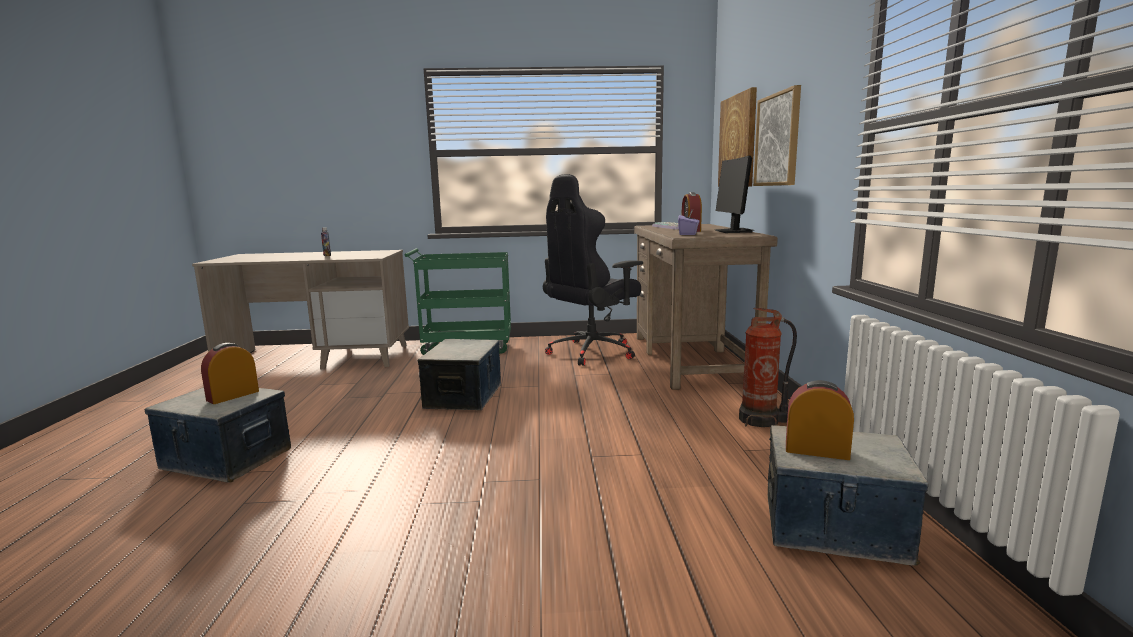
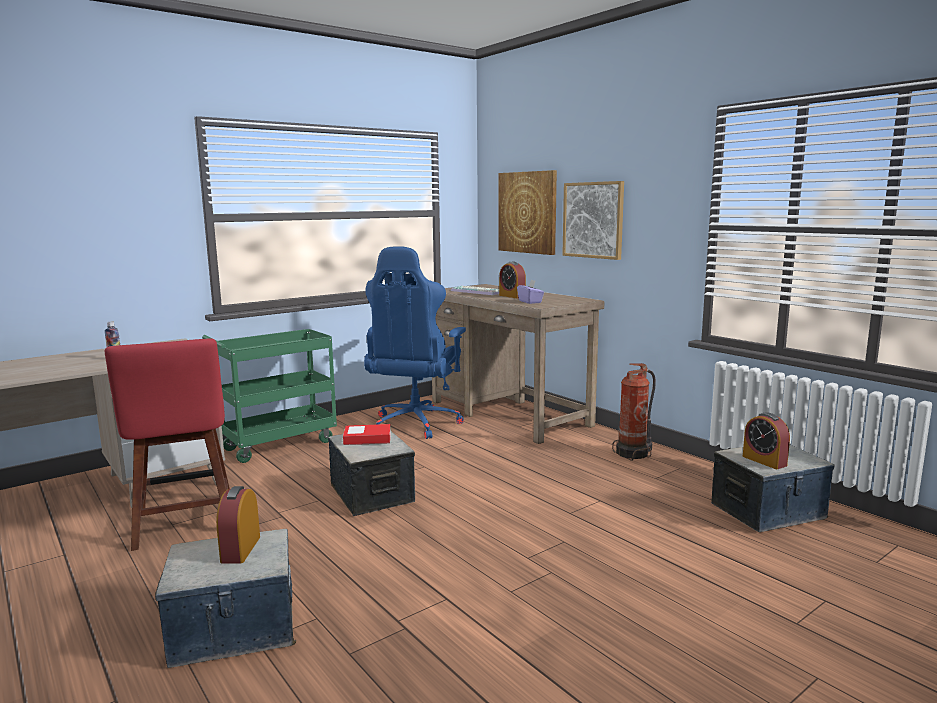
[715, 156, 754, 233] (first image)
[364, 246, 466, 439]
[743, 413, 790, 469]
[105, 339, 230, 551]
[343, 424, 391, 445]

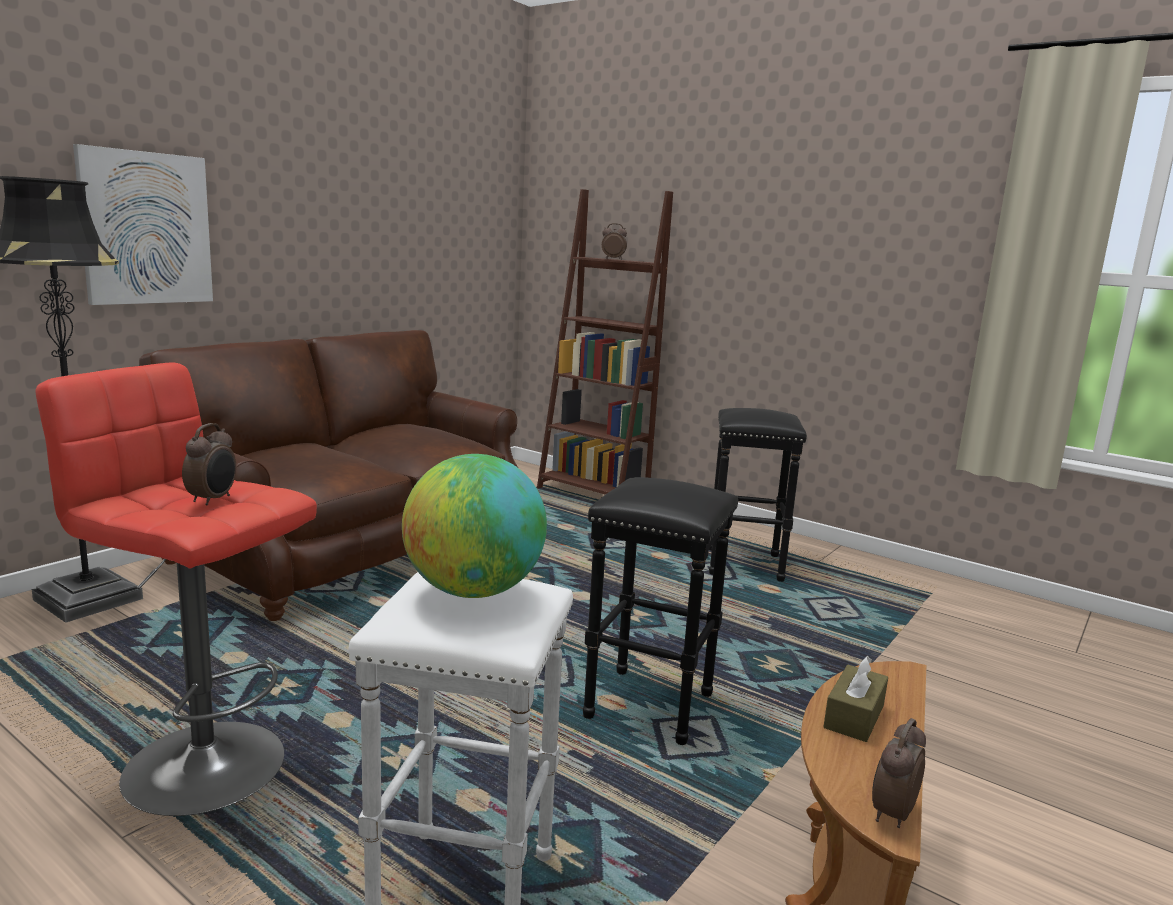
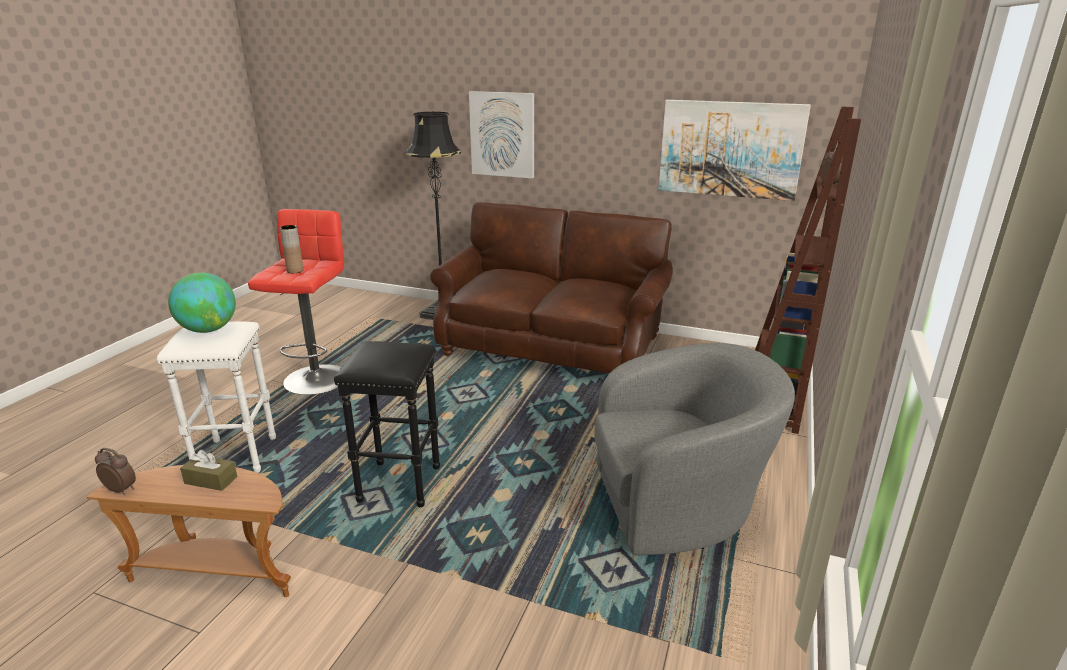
[595, 343, 795, 555]
[280, 225, 304, 273]
[658, 100, 811, 201]

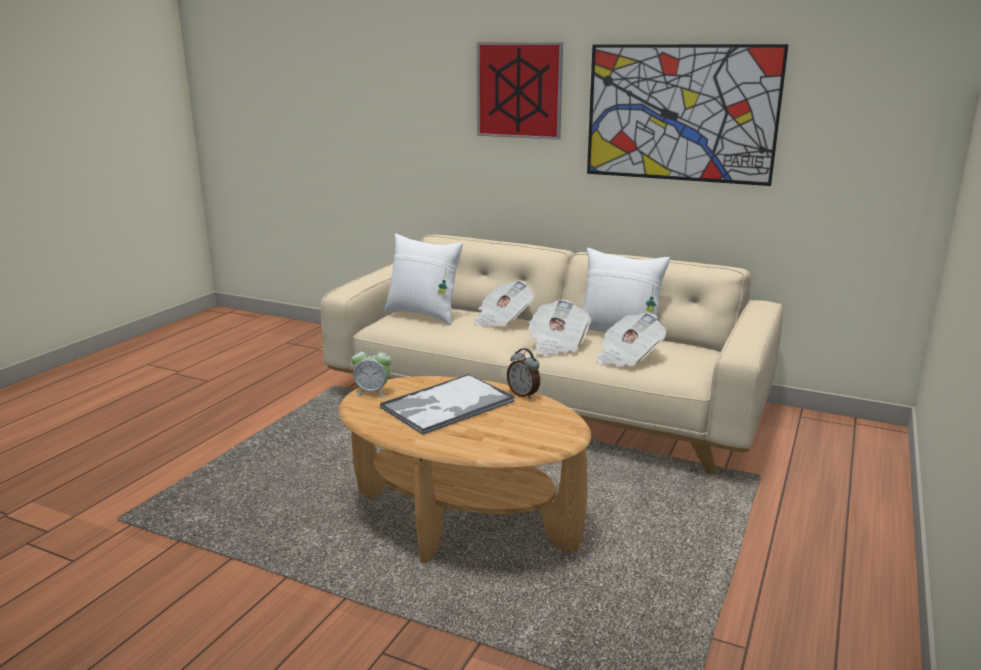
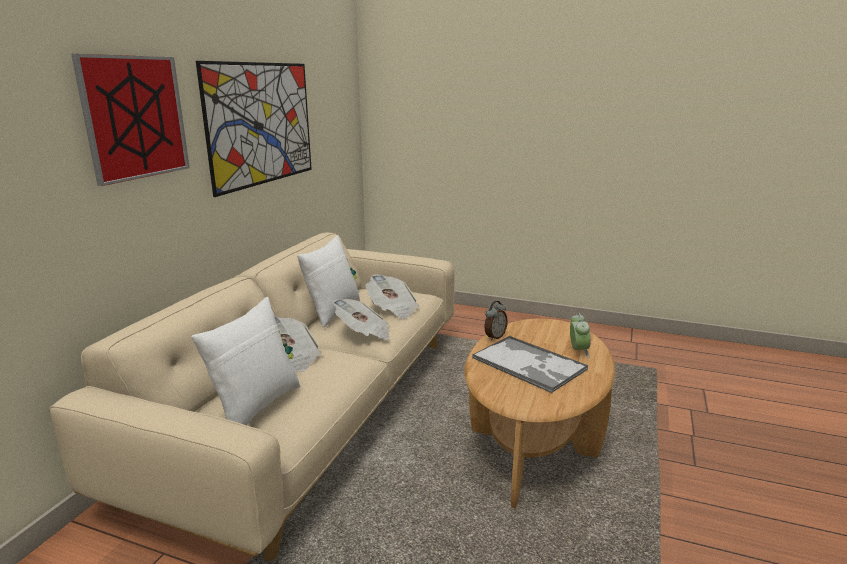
[570, 313, 591, 358]

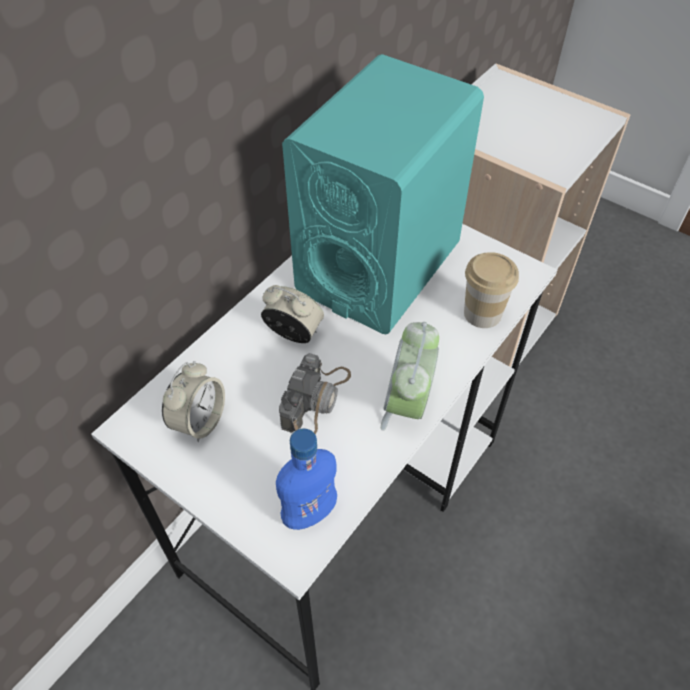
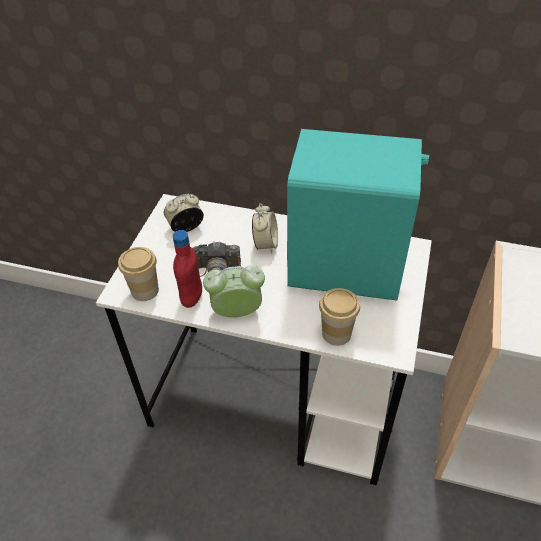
[164, 194, 204, 232]
[118, 247, 159, 301]
[173, 230, 202, 308]

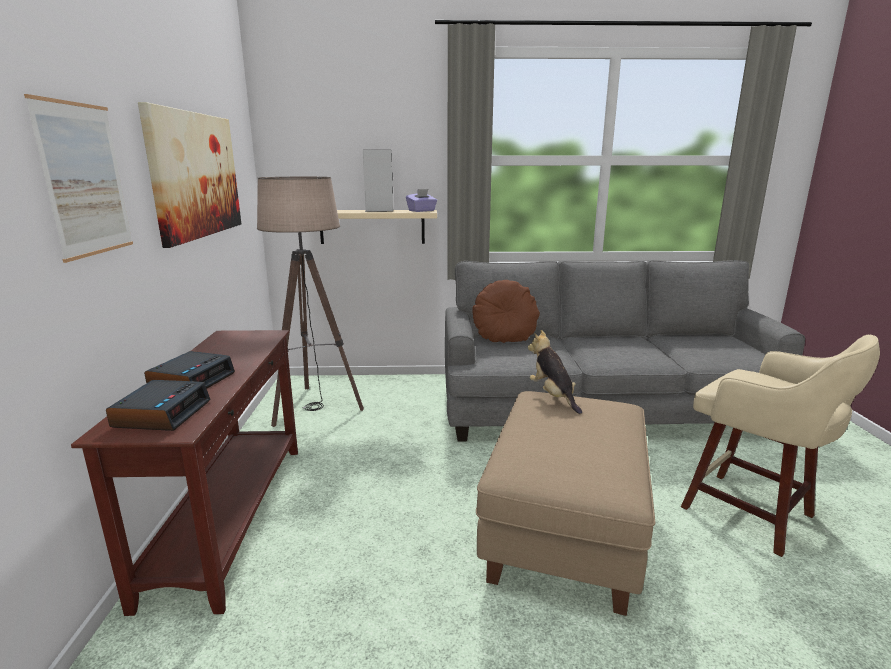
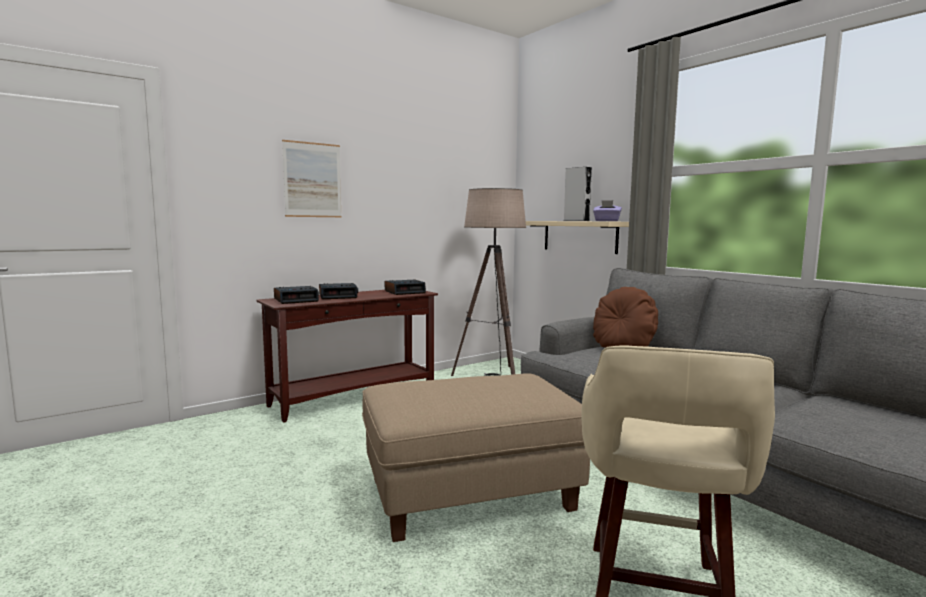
[138, 102, 241, 248] (first image)
[528, 330, 582, 414] (first image)
[385, 280, 426, 295]

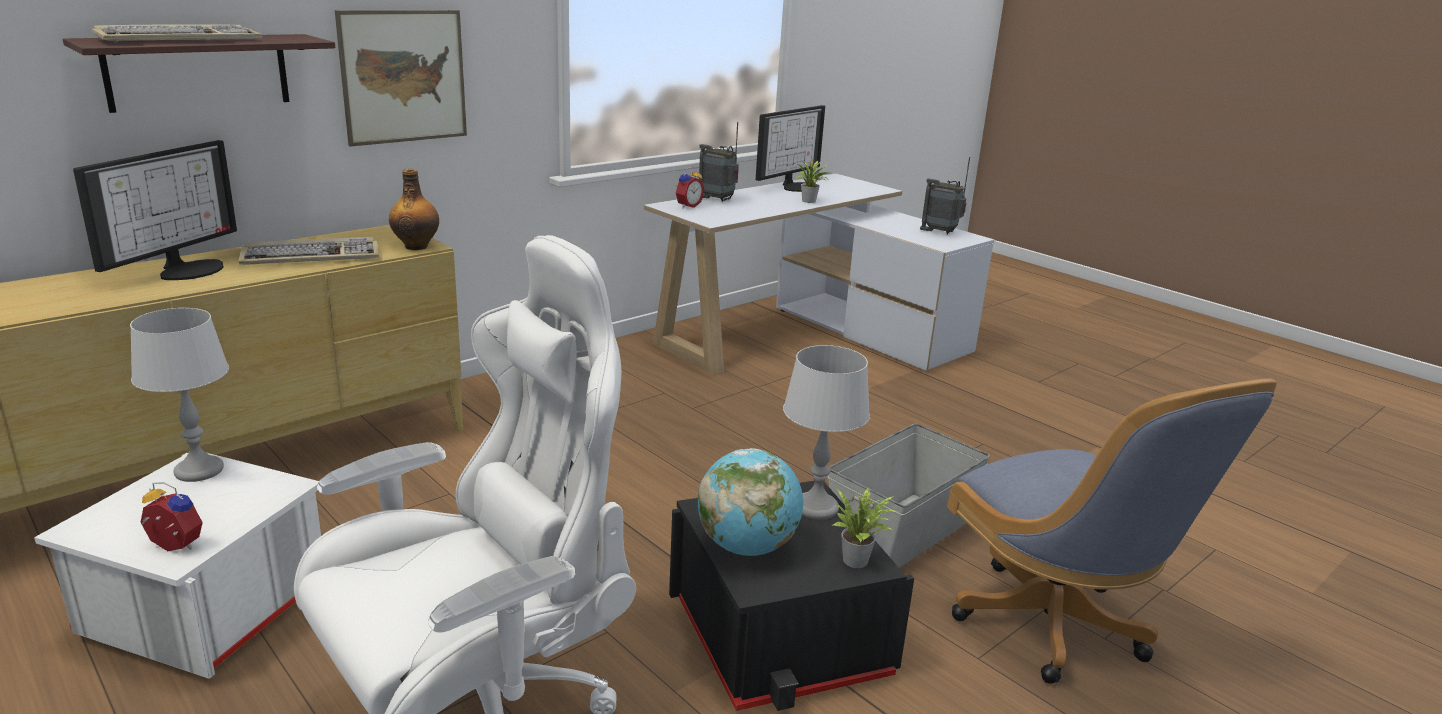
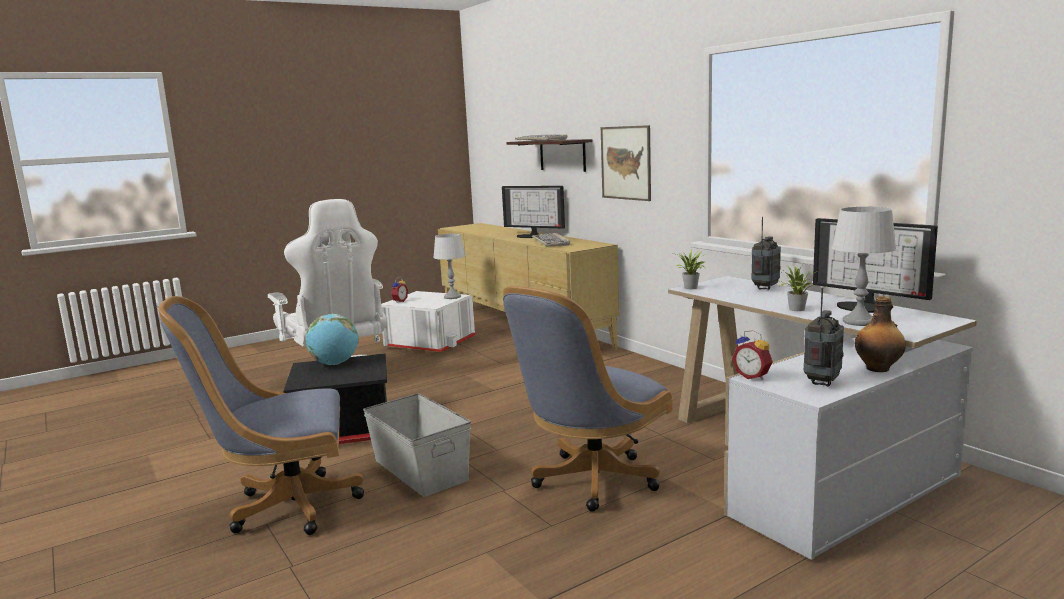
[732, 330, 773, 380]
[855, 296, 906, 372]
[832, 207, 896, 326]
[676, 250, 706, 289]
[503, 286, 673, 512]

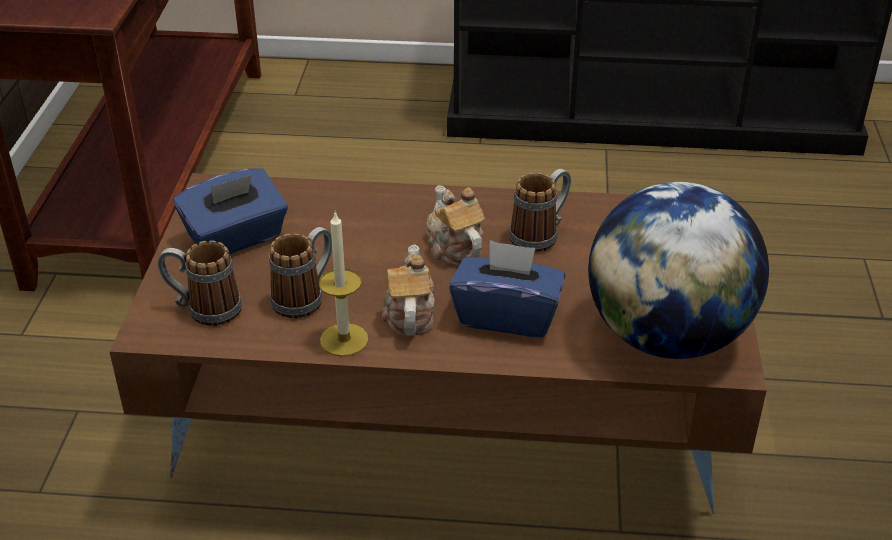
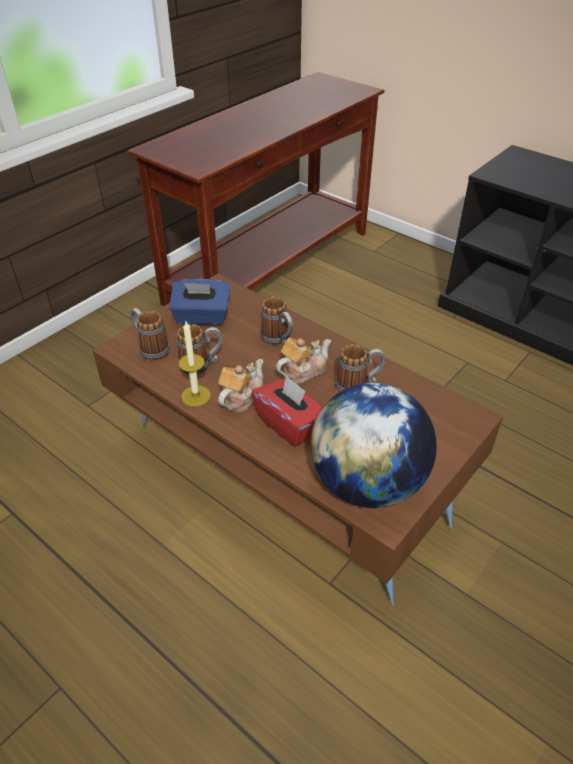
[276, 337, 331, 384]
[251, 375, 323, 447]
[260, 296, 293, 345]

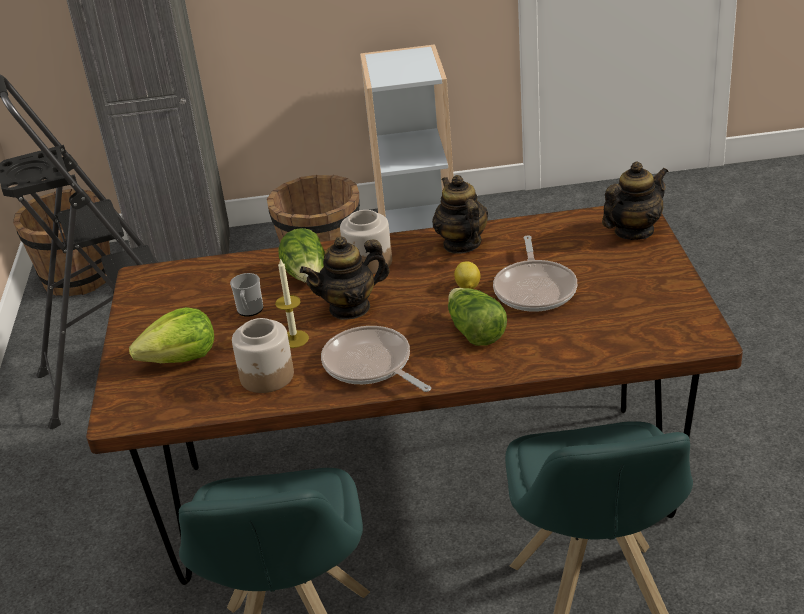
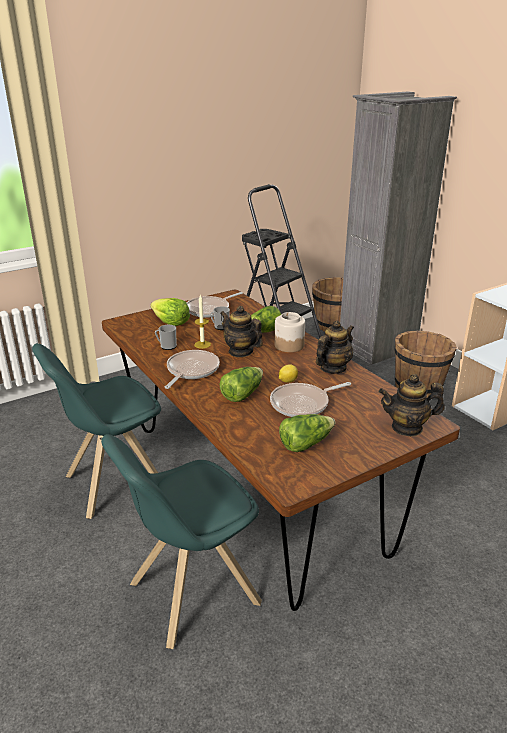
[378, 374, 445, 436]
[155, 325, 177, 350]
[187, 292, 243, 318]
[279, 414, 335, 452]

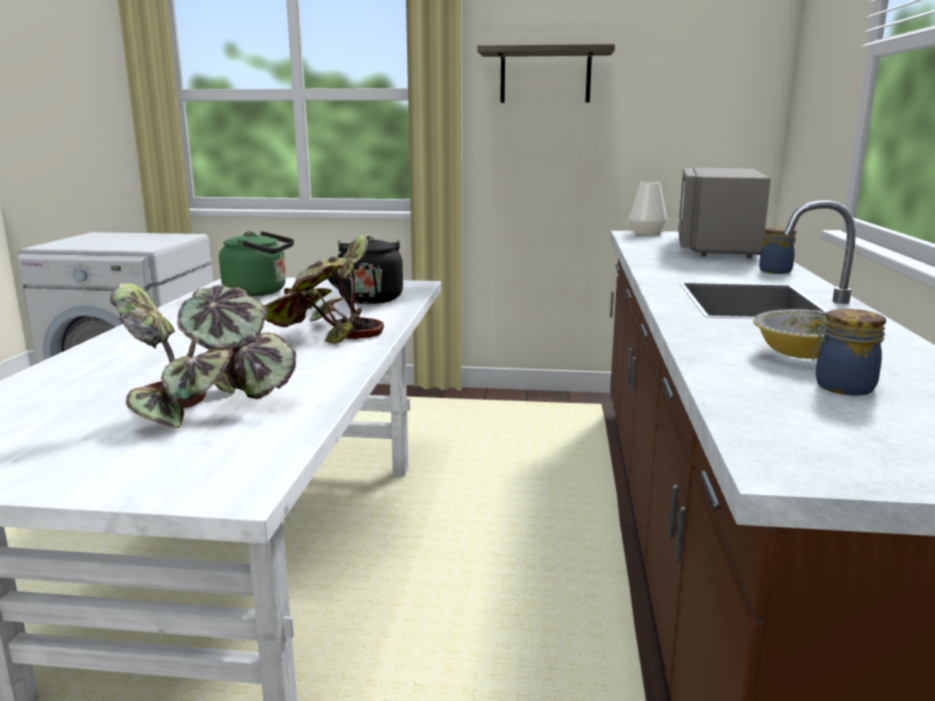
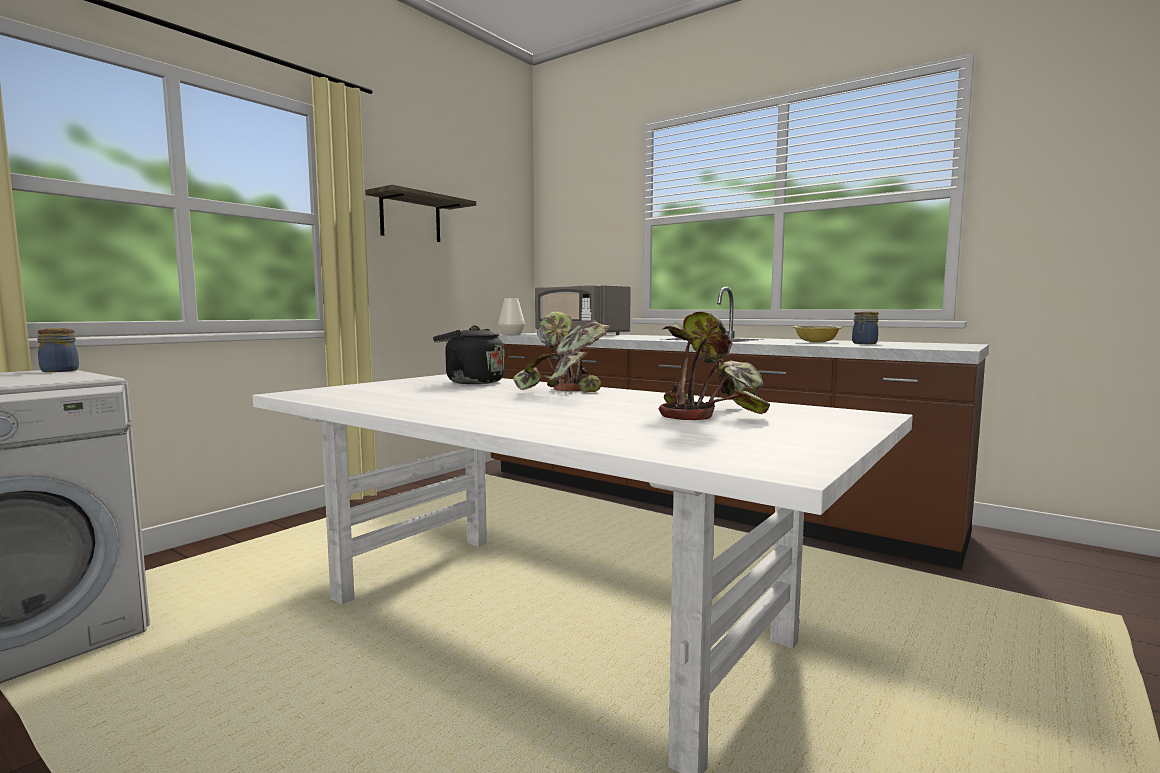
[37, 328, 79, 372]
[219, 231, 294, 297] (first image)

